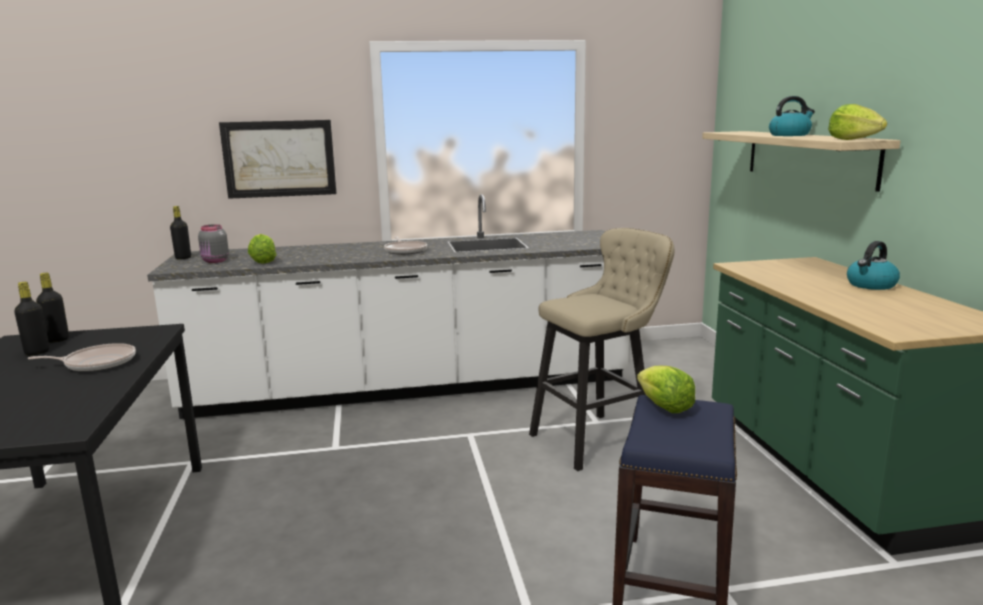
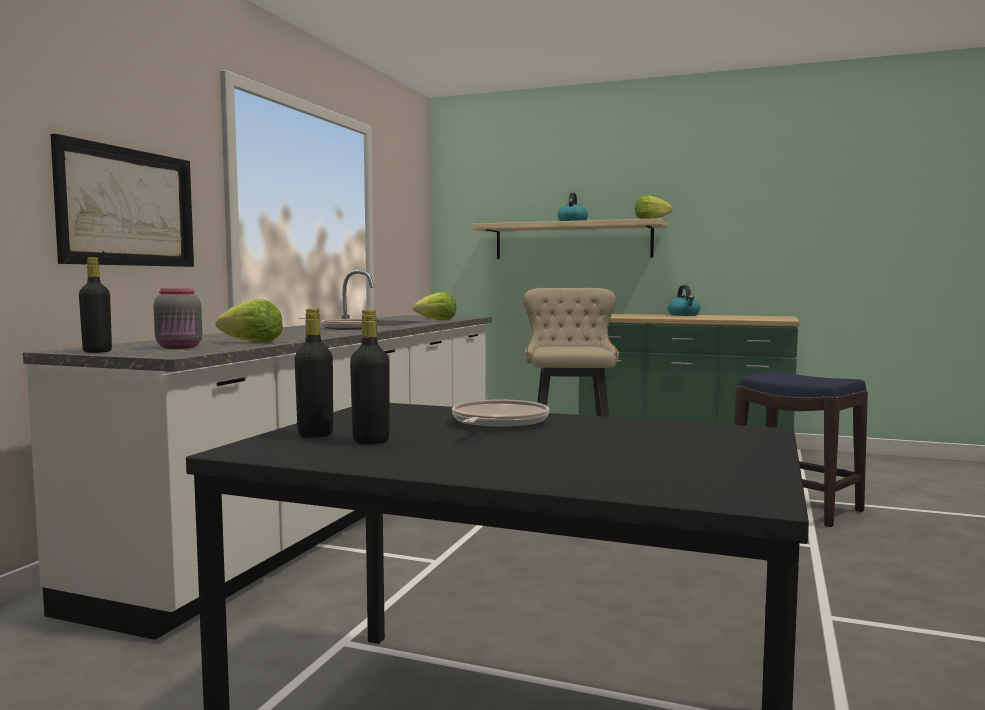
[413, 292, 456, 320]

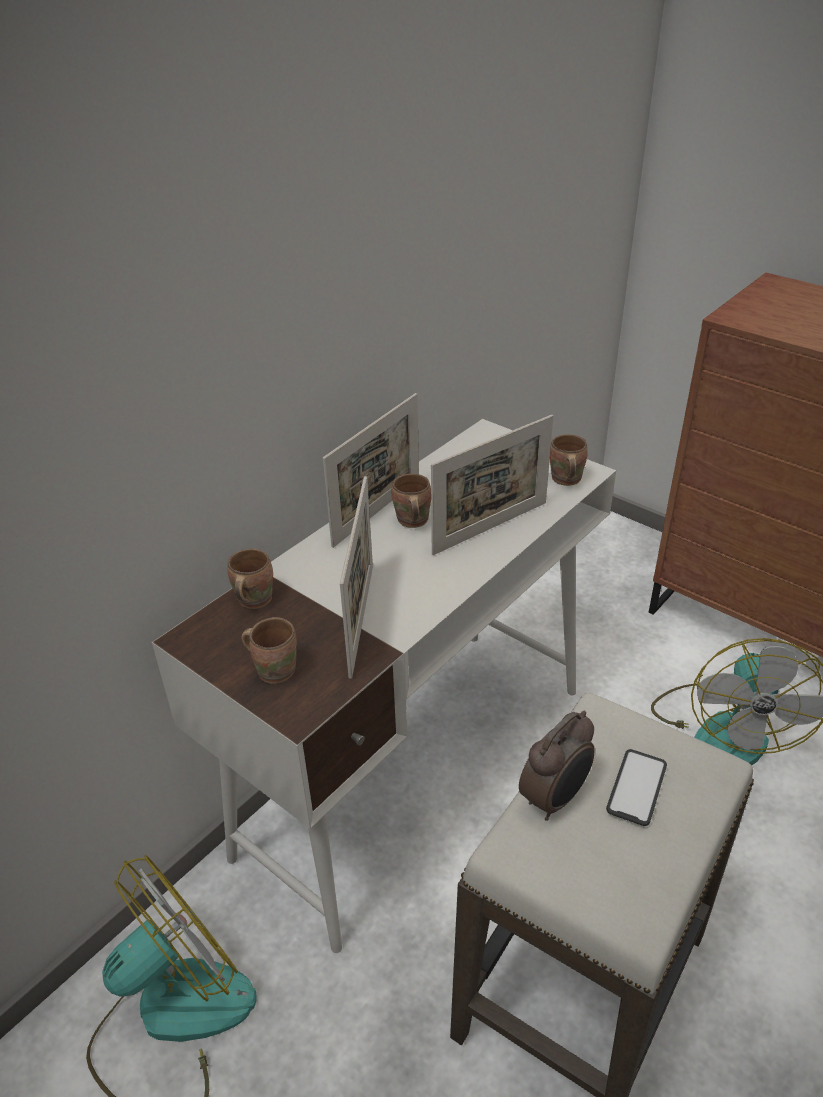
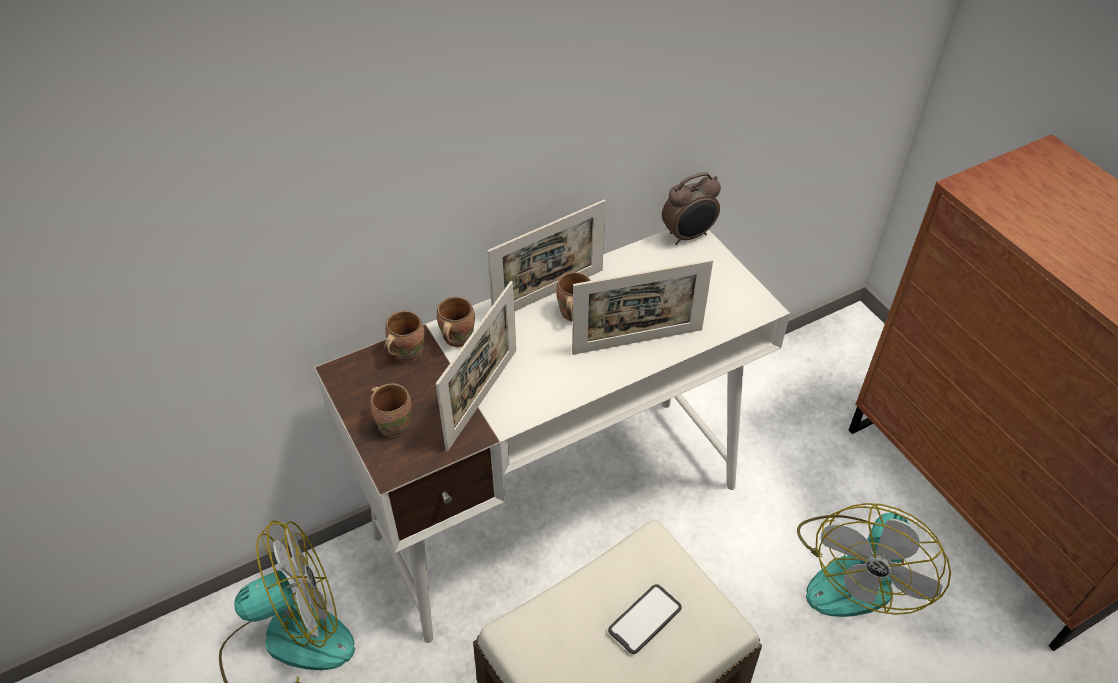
[437, 297, 475, 347]
[662, 172, 721, 245]

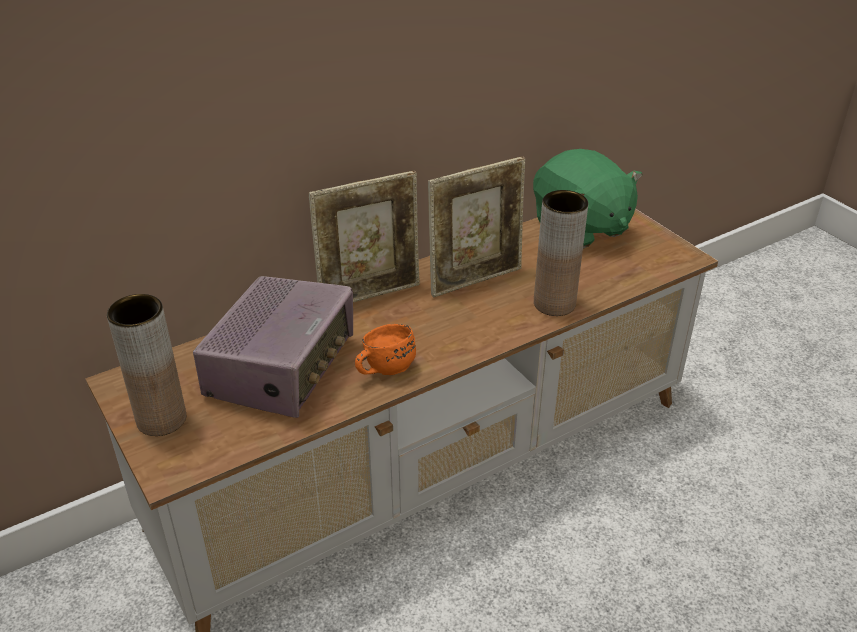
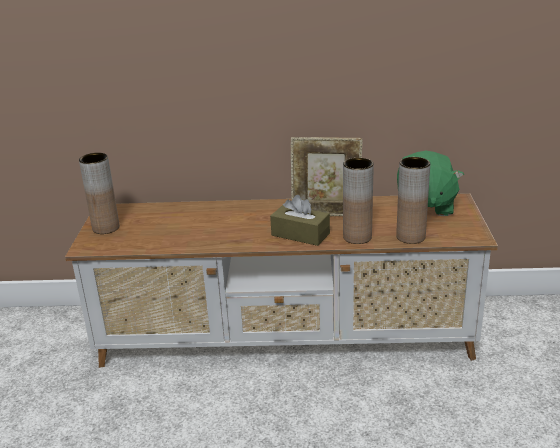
[309, 171, 420, 302] (first image)
[193, 276, 353, 418] (first image)
[355, 324, 416, 375] (first image)
[396, 157, 430, 244]
[270, 195, 330, 246]

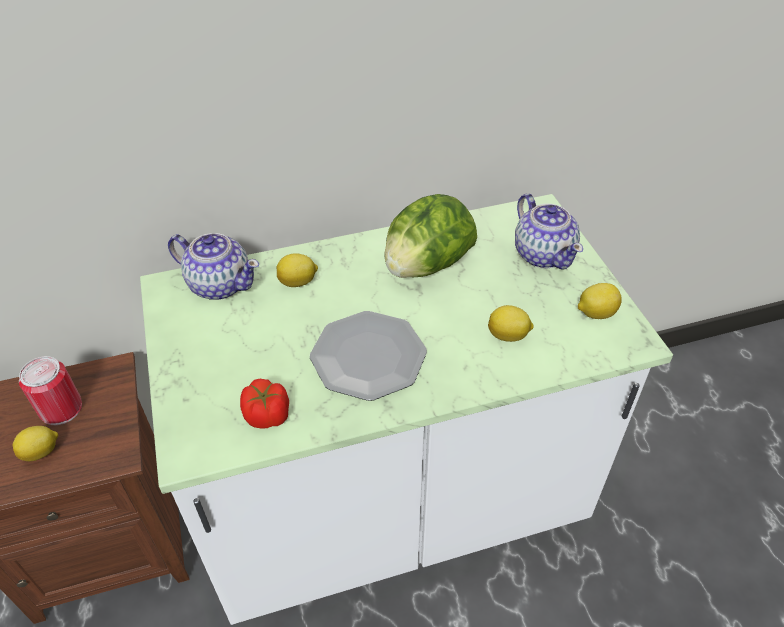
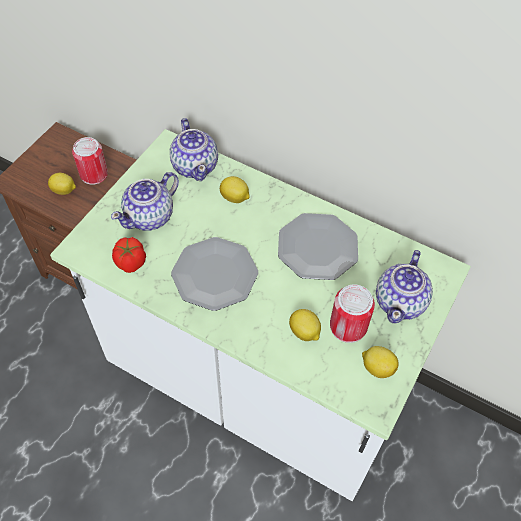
[278, 213, 358, 280]
[111, 172, 179, 231]
[330, 284, 375, 343]

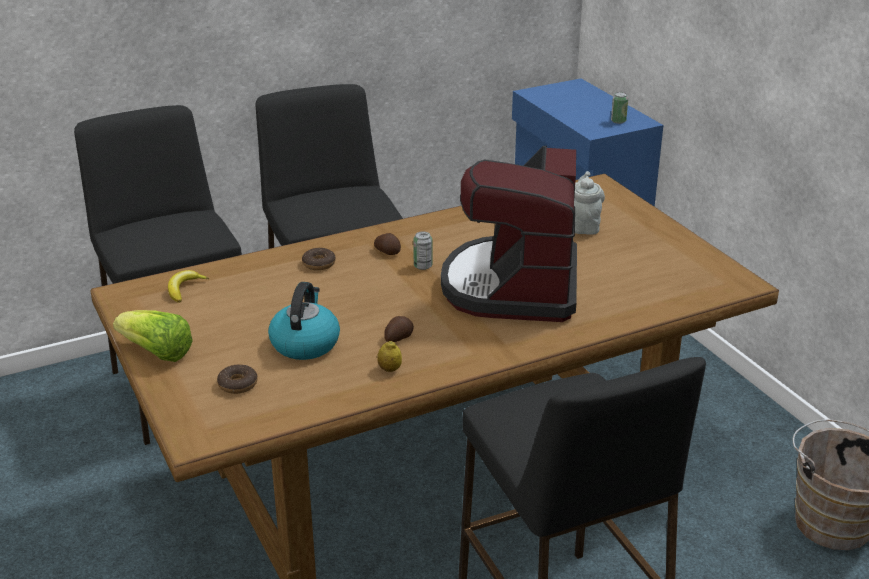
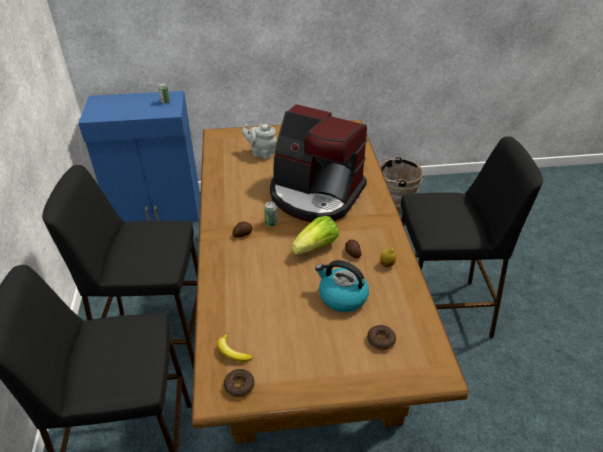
[224, 369, 255, 398]
[292, 216, 339, 255]

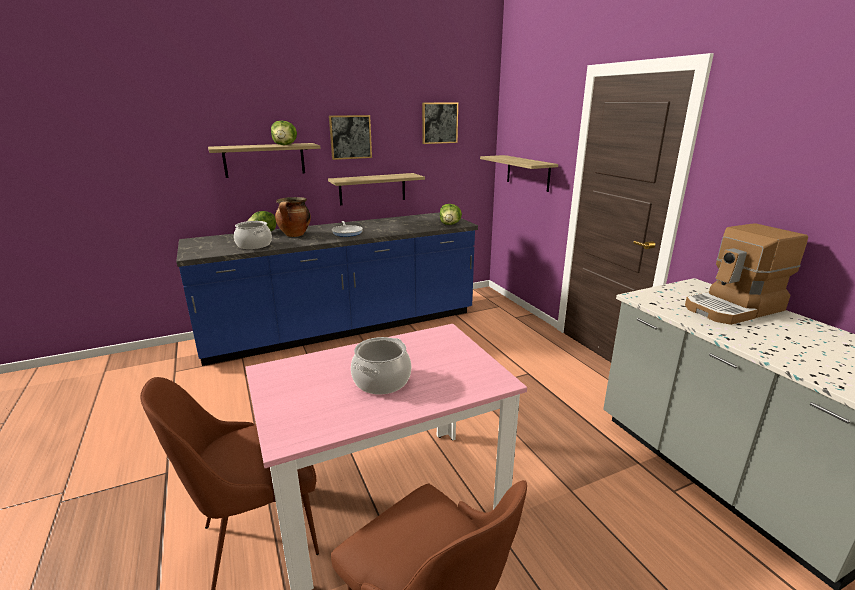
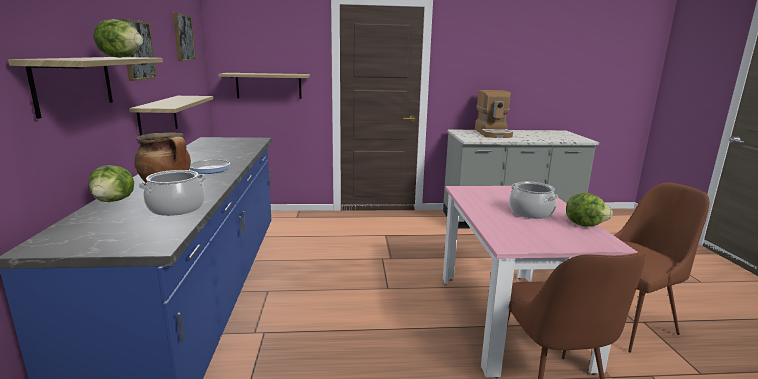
[566, 193, 613, 227]

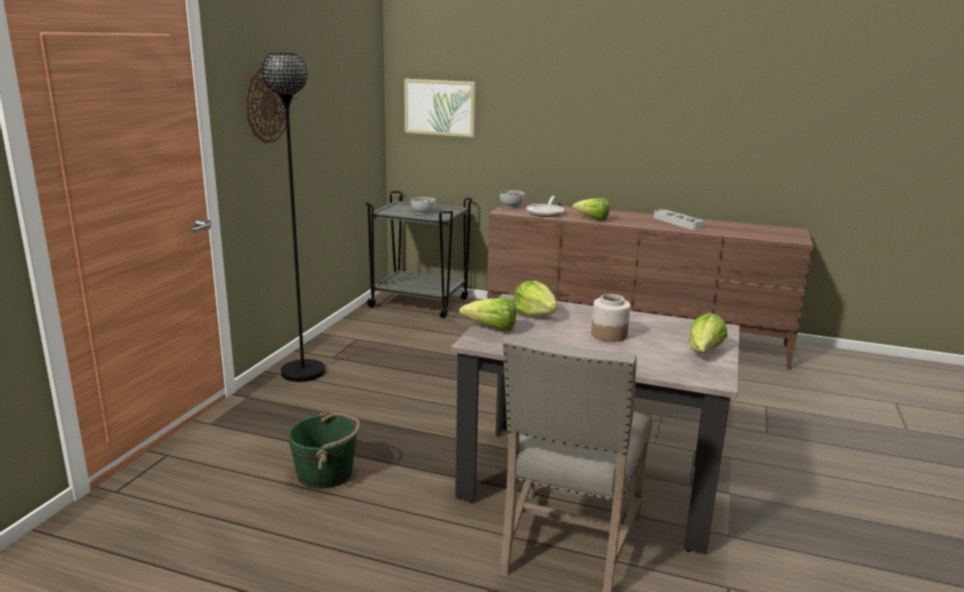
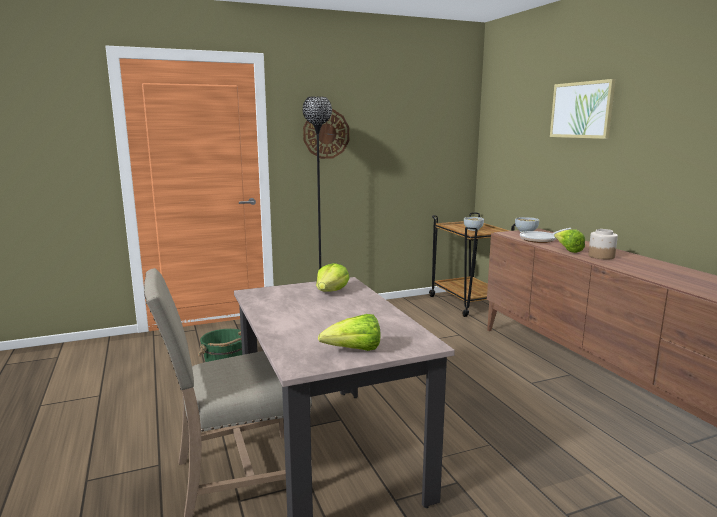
[550, 79, 616, 139]
[429, 212, 516, 317]
[653, 209, 703, 230] (first image)
[588, 229, 618, 260]
[459, 297, 516, 332] (first image)

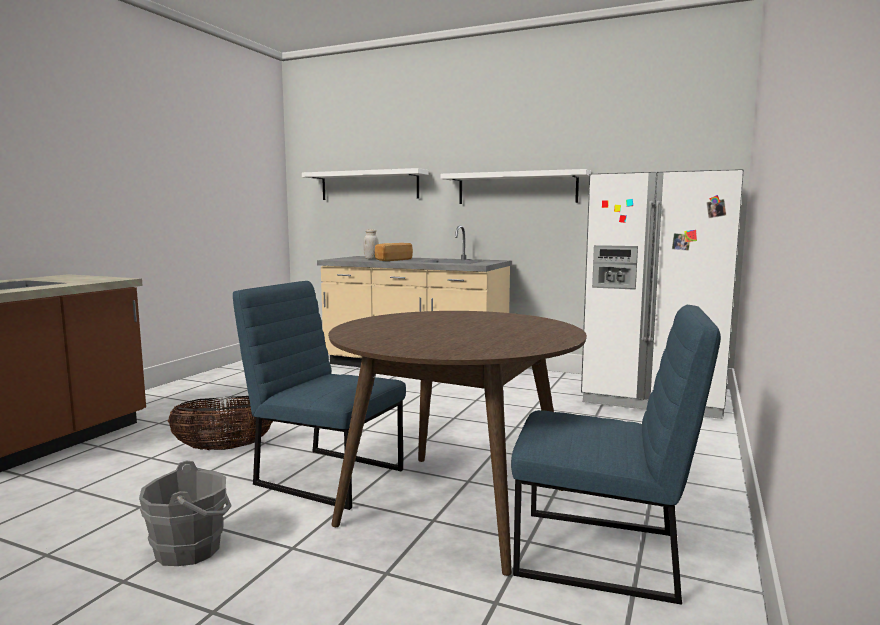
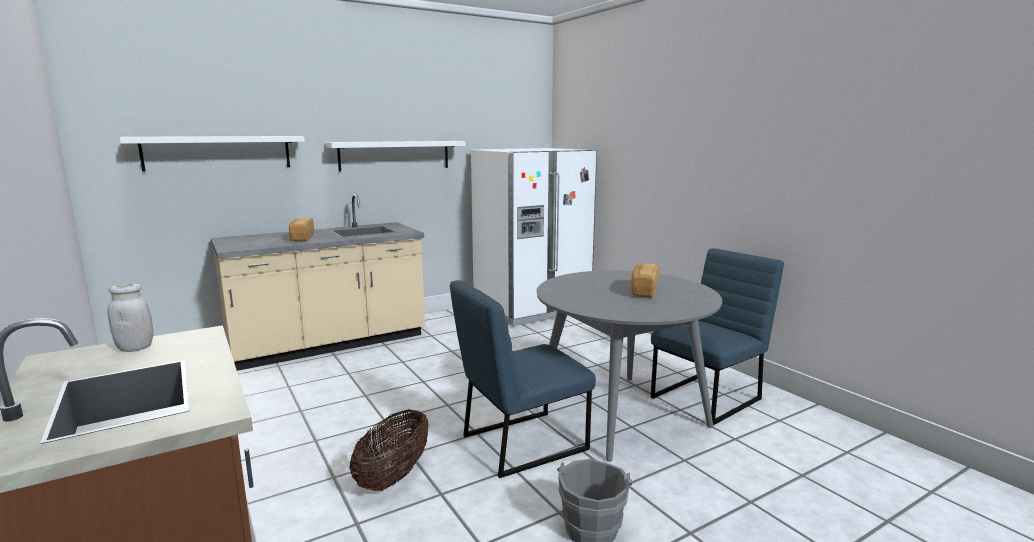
[108, 283, 153, 352]
[536, 270, 722, 462]
[631, 263, 659, 298]

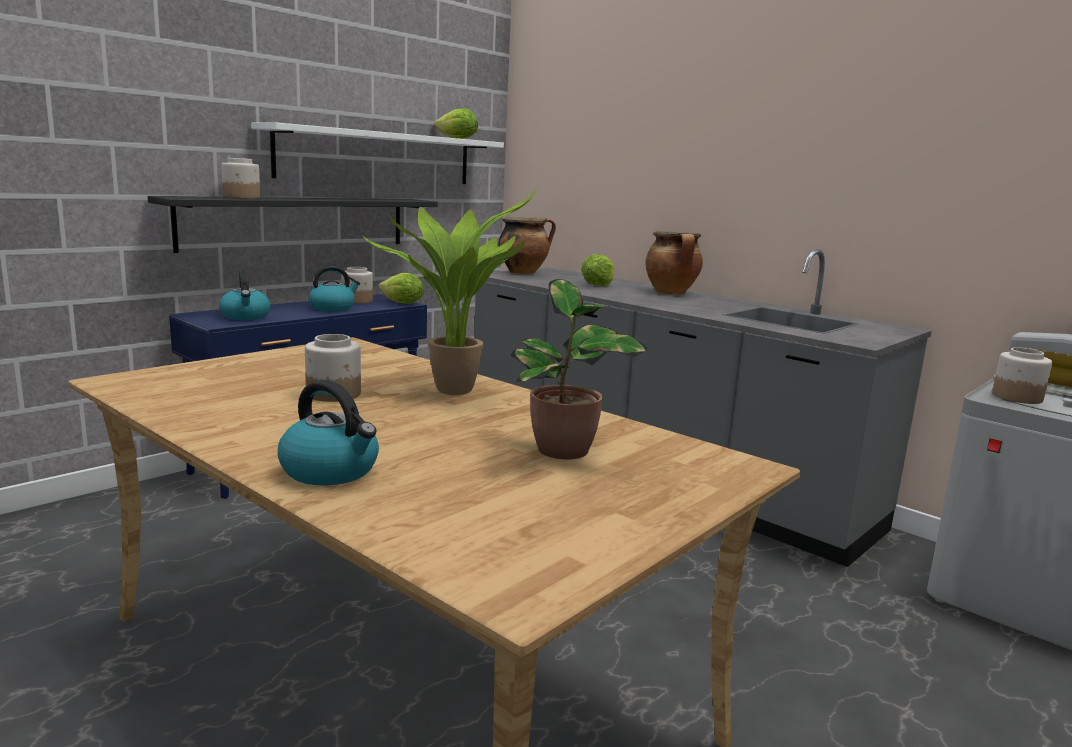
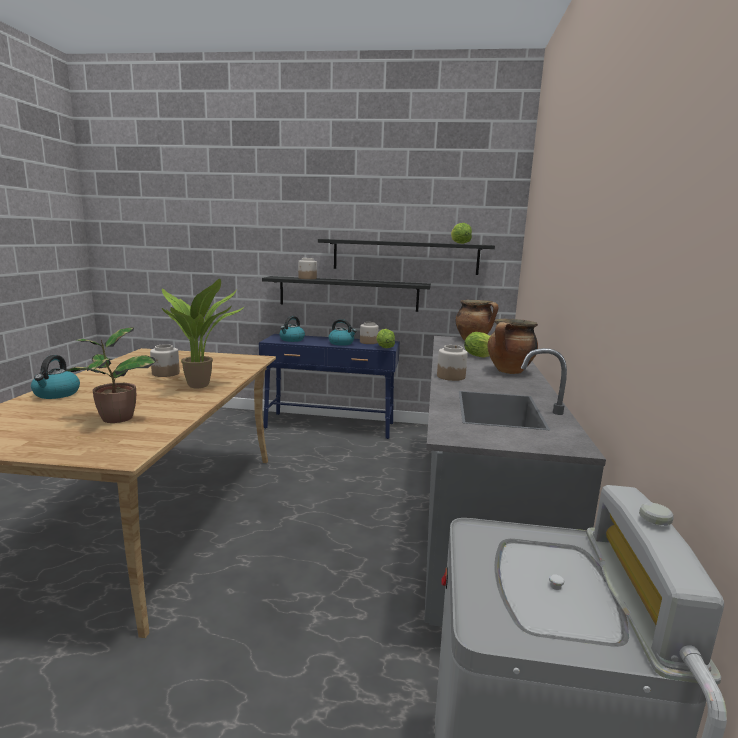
[318, 239, 495, 275]
[437, 345, 468, 381]

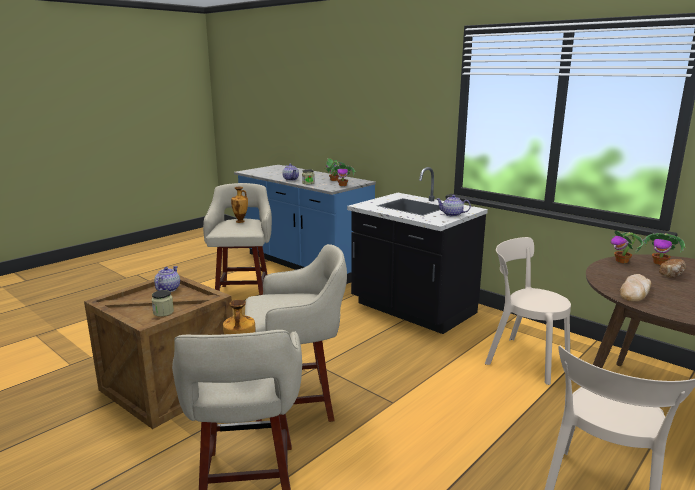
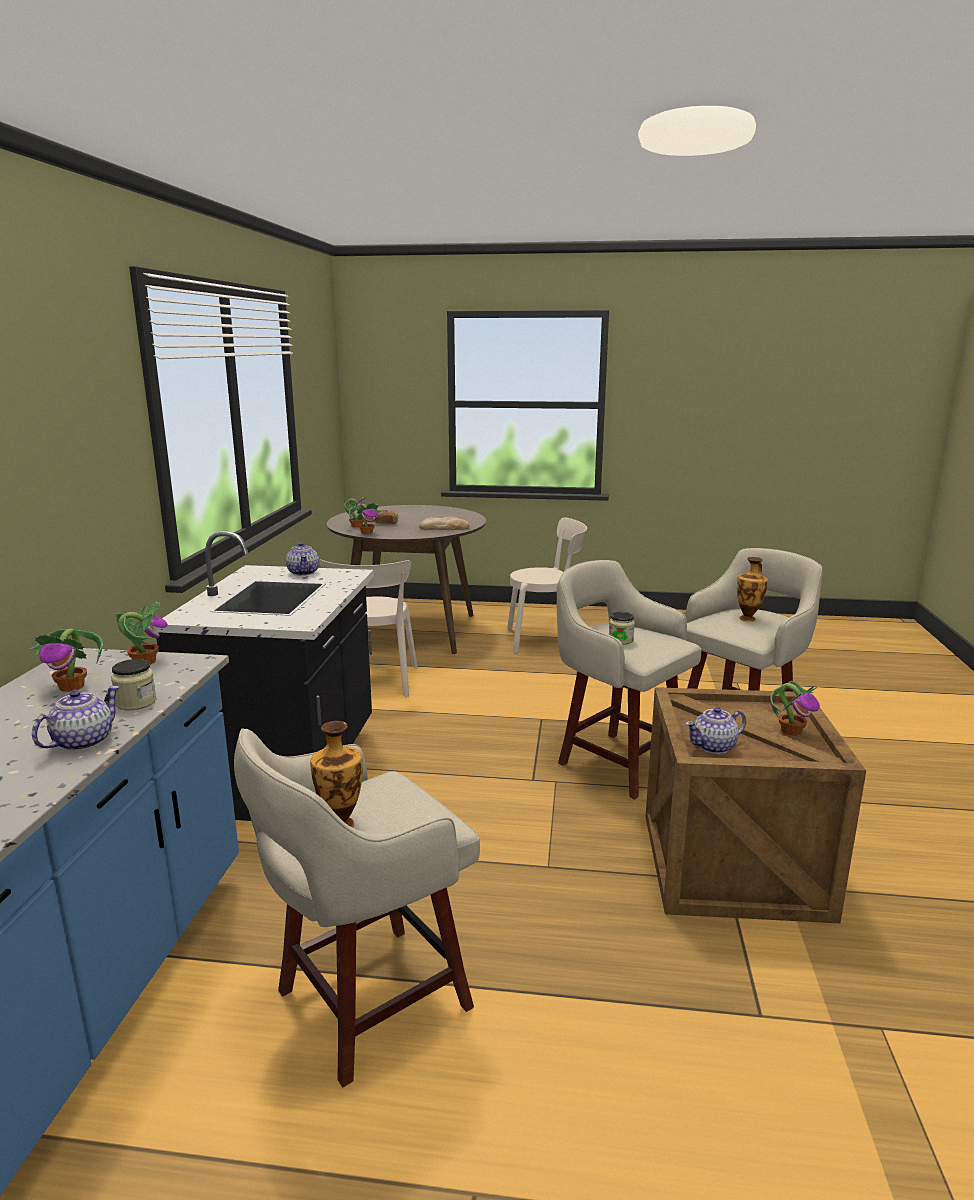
[609, 612, 635, 645]
[770, 681, 820, 736]

